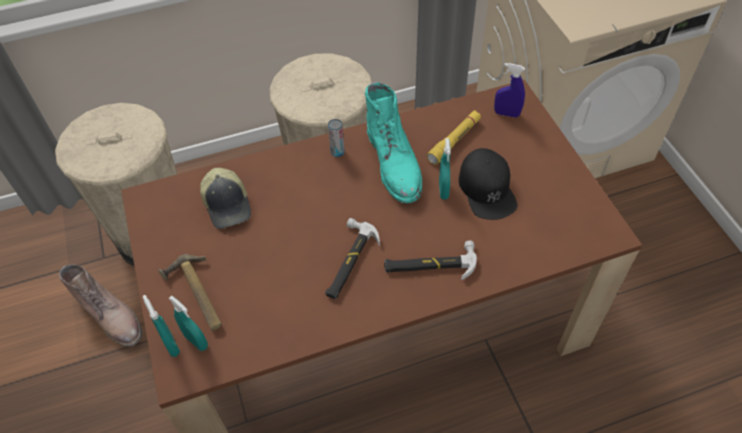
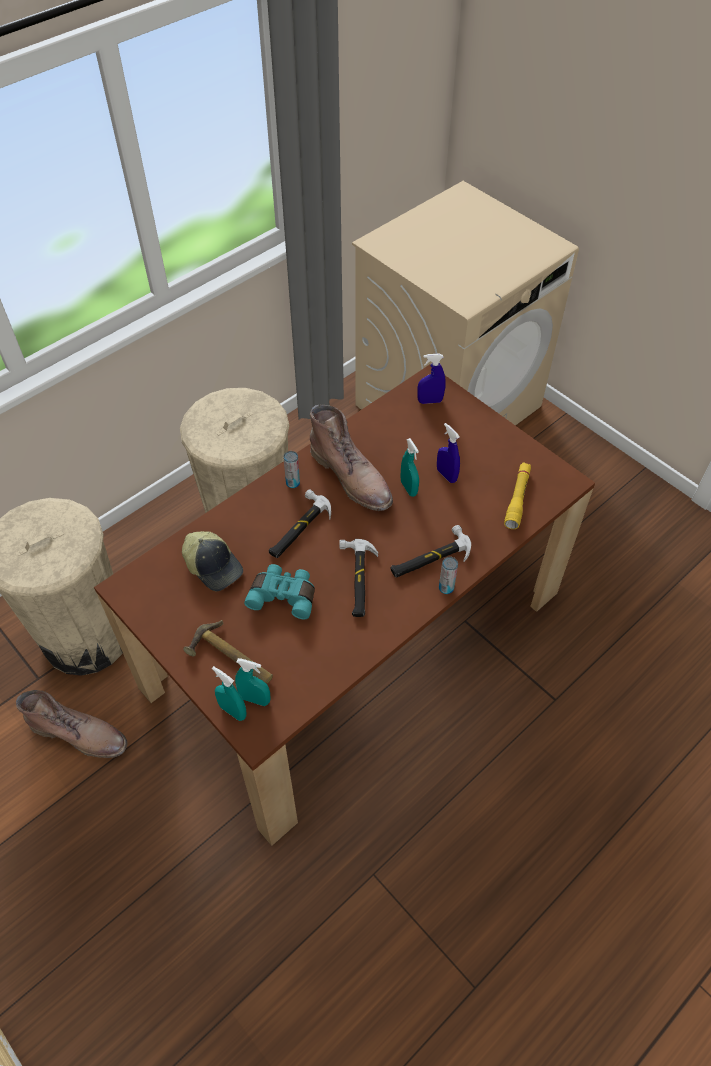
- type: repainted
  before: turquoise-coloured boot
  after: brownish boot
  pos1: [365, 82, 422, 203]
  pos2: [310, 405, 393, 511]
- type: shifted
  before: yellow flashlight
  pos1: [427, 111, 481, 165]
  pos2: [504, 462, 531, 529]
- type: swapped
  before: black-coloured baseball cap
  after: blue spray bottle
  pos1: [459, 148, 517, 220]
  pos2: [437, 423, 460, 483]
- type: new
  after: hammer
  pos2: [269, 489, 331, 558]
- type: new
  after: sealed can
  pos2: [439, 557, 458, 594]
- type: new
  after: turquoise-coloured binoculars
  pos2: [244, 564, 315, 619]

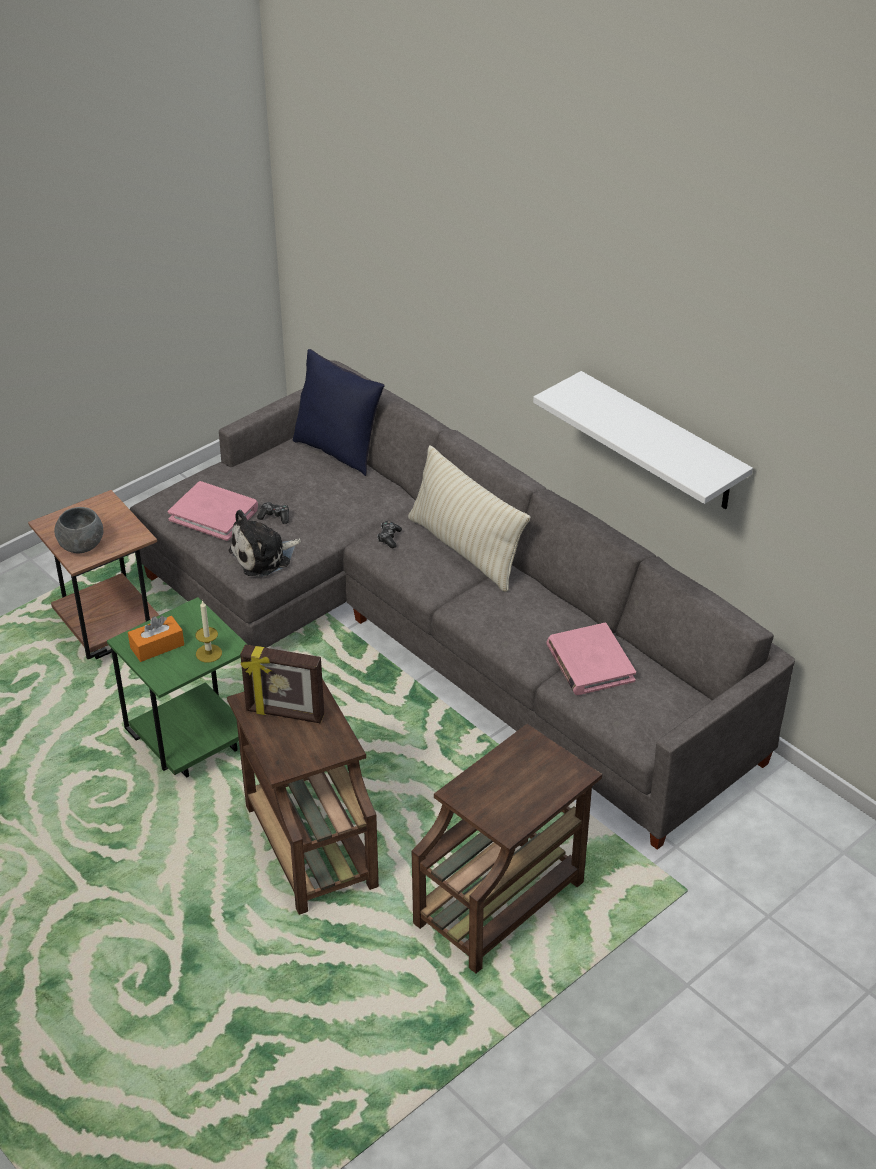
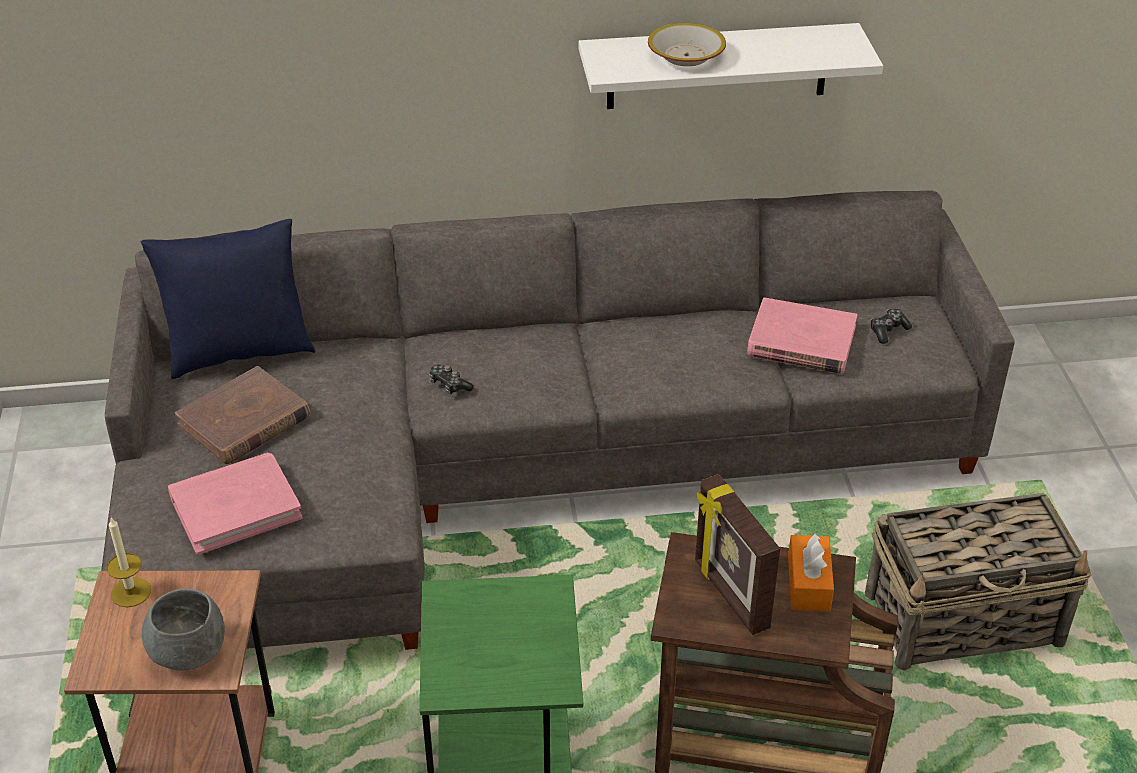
- type: gone
  before: beige-coloured pillow
  pos1: [408, 445, 530, 592]
- type: shifted
  before: game controller
  pos1: [257, 502, 289, 524]
  pos2: [870, 309, 912, 344]
- type: gone
  before: soft toy
  pos1: [228, 510, 301, 577]
- type: shifted
  before: candle
  pos1: [195, 600, 222, 663]
  pos2: [107, 517, 151, 607]
- type: shifted
  before: orangey tissue holder
  pos1: [128, 615, 184, 662]
  pos2: [788, 533, 834, 611]
- type: rotated
  before: photo frame
  pos1: [240, 644, 324, 723]
  pos2: [695, 474, 780, 635]
  turn: 105
- type: swapped
  before: brownish side table
  after: household basket
  pos1: [412, 724, 602, 973]
  pos2: [865, 493, 1091, 671]
- type: new
  after: bowl
  pos2: [648, 23, 726, 66]
- type: new
  after: brownish volume
  pos2: [175, 366, 311, 464]

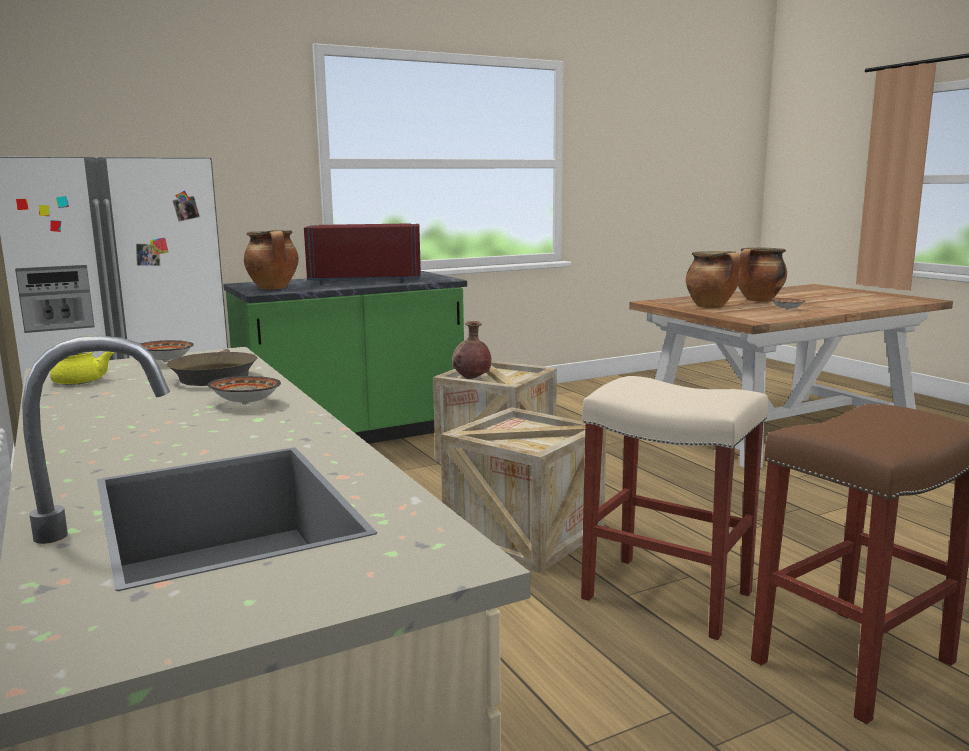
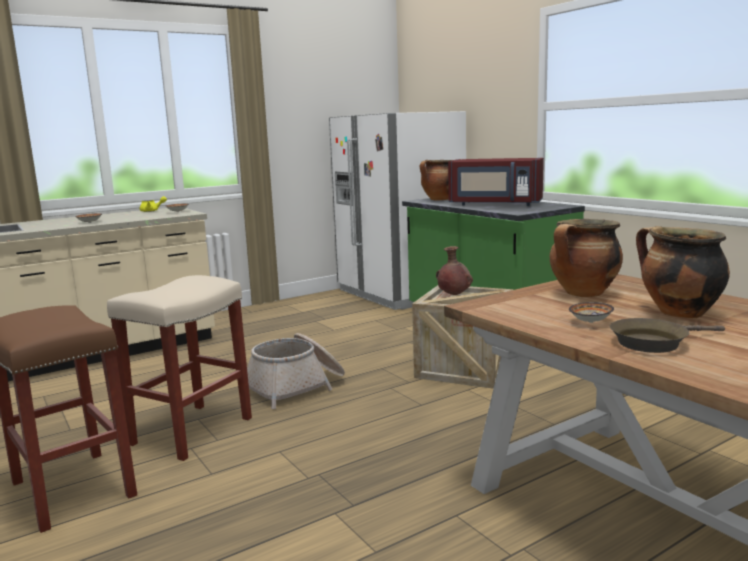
- type: rotated
  before: red-coloured microwave
  pos1: [304, 223, 421, 284]
  pos2: [448, 158, 544, 206]
  turn: 120
- type: shifted
  before: brownish frying pan
  pos1: [167, 349, 257, 386]
  pos2: [610, 318, 725, 353]
- type: swapped
  before: packing crate
  after: household basket
  pos1: [440, 407, 606, 573]
  pos2: [247, 333, 345, 409]

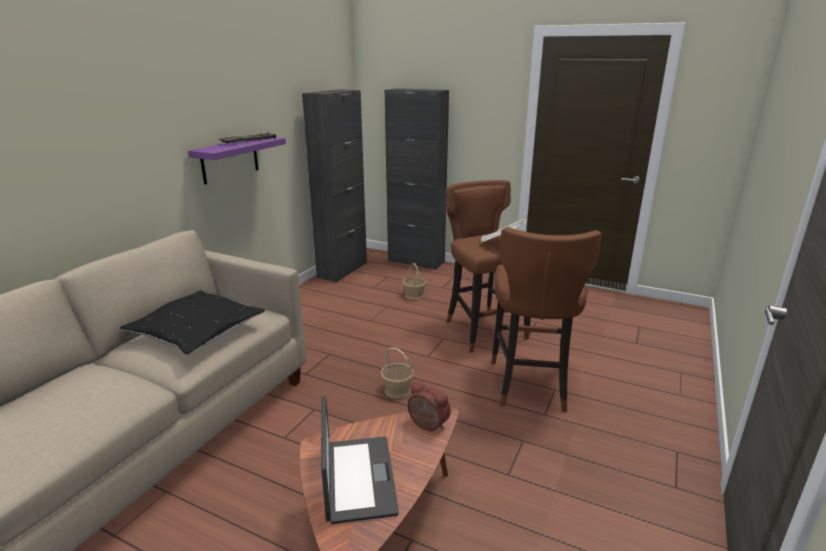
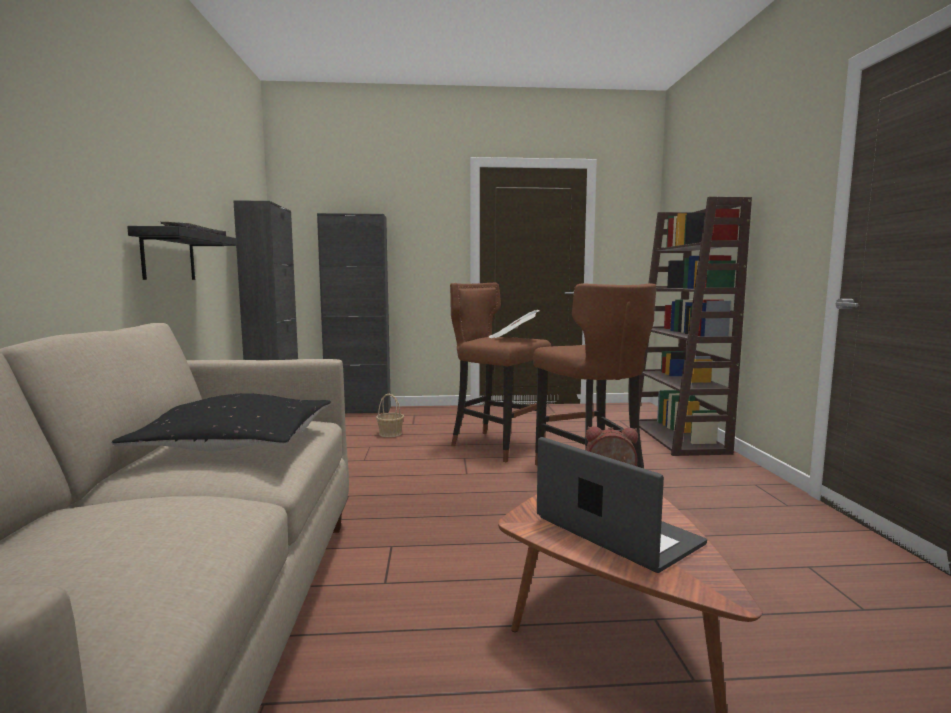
- type: repainted
  before: purple wall shelf
  after: black-coloured wall shelf
  pos1: [188, 137, 286, 184]
  pos2: [127, 226, 237, 280]
- type: gone
  before: household basket
  pos1: [381, 348, 414, 398]
- type: new
  after: brownish shelving unit
  pos2: [639, 197, 752, 456]

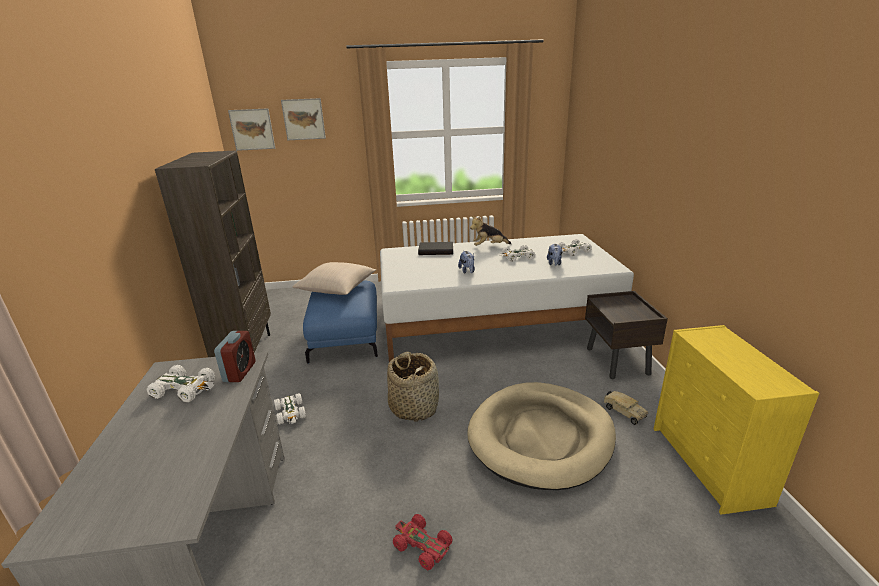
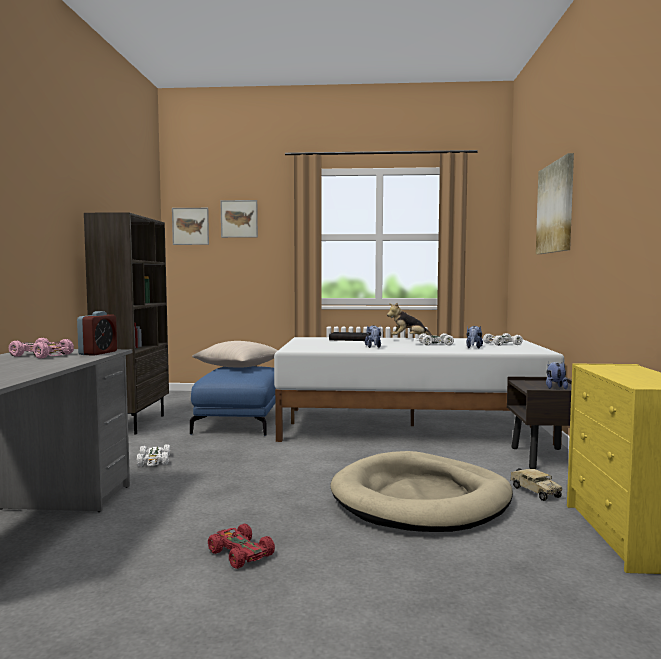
- type: gone
  before: household basket
  pos1: [387, 352, 439, 422]
- type: repainted
  before: white toy car
  after: pink toy car
  pos1: [147, 365, 215, 402]
  pos2: [9, 338, 74, 359]
- type: new
  after: wall picture
  pos2: [536, 153, 574, 254]
- type: new
  after: soft toy
  pos2: [546, 361, 568, 389]

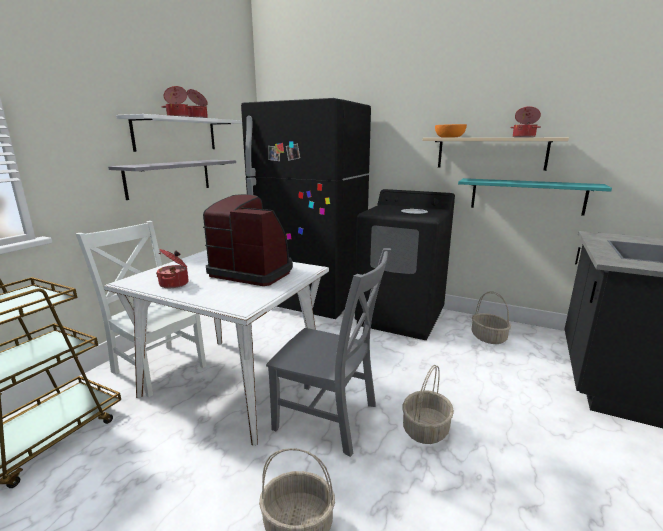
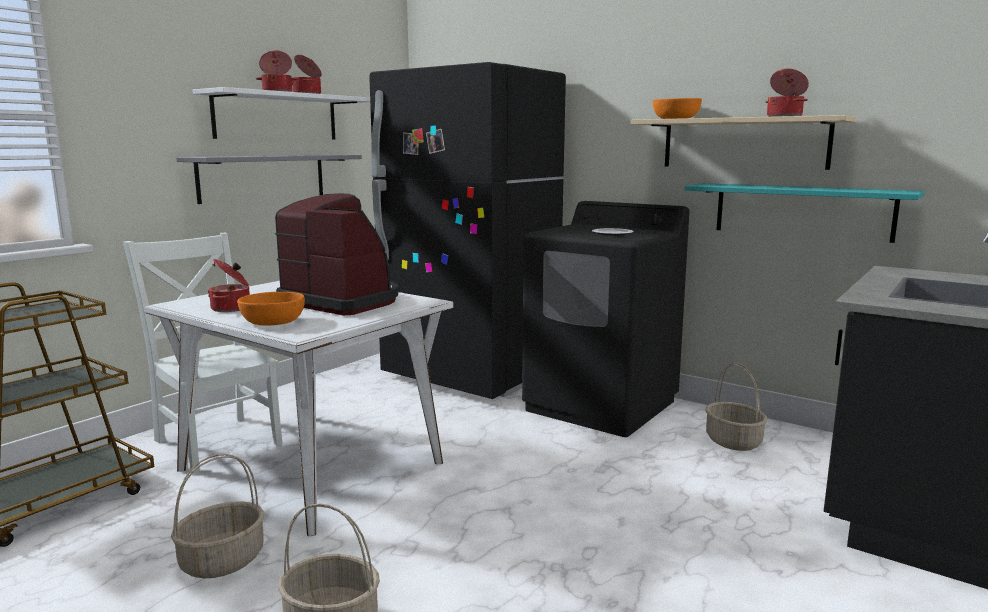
- type: gone
  before: greyish plain chair
  pos1: [266, 248, 391, 457]
- type: shifted
  before: household basket
  pos1: [402, 365, 454, 444]
  pos2: [171, 454, 264, 578]
- type: new
  after: orangey bowl
  pos2: [237, 292, 305, 326]

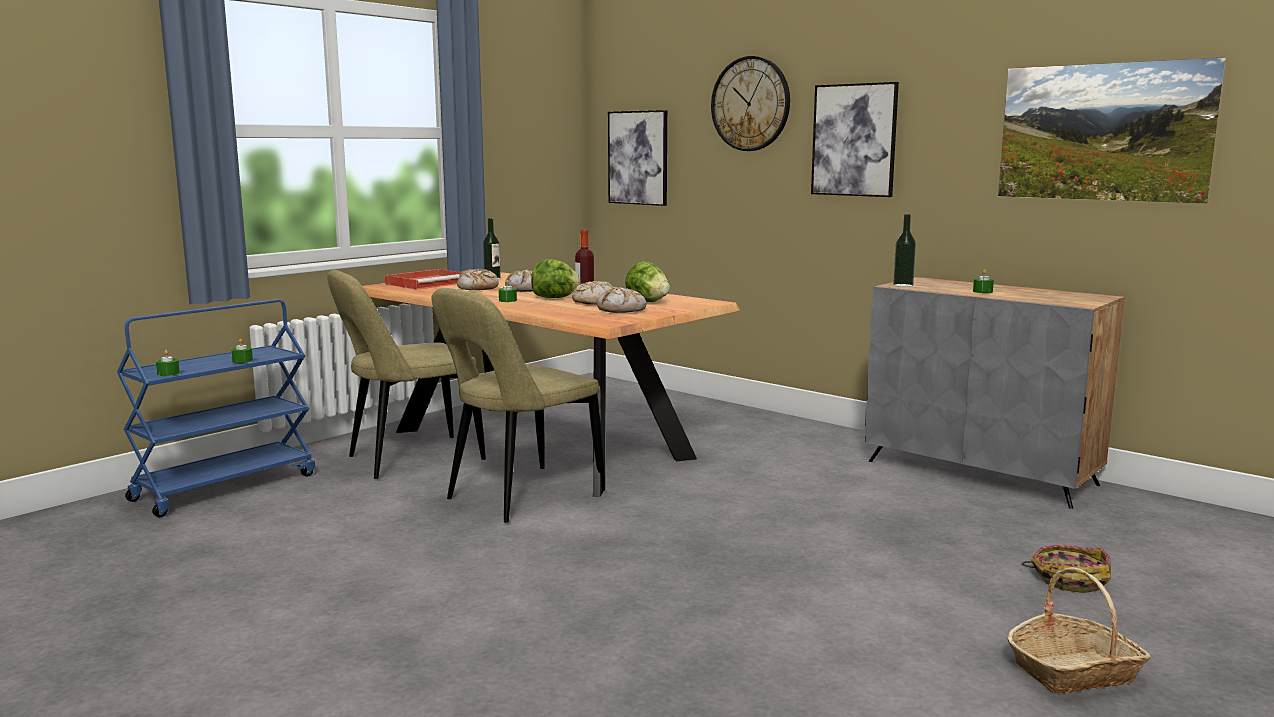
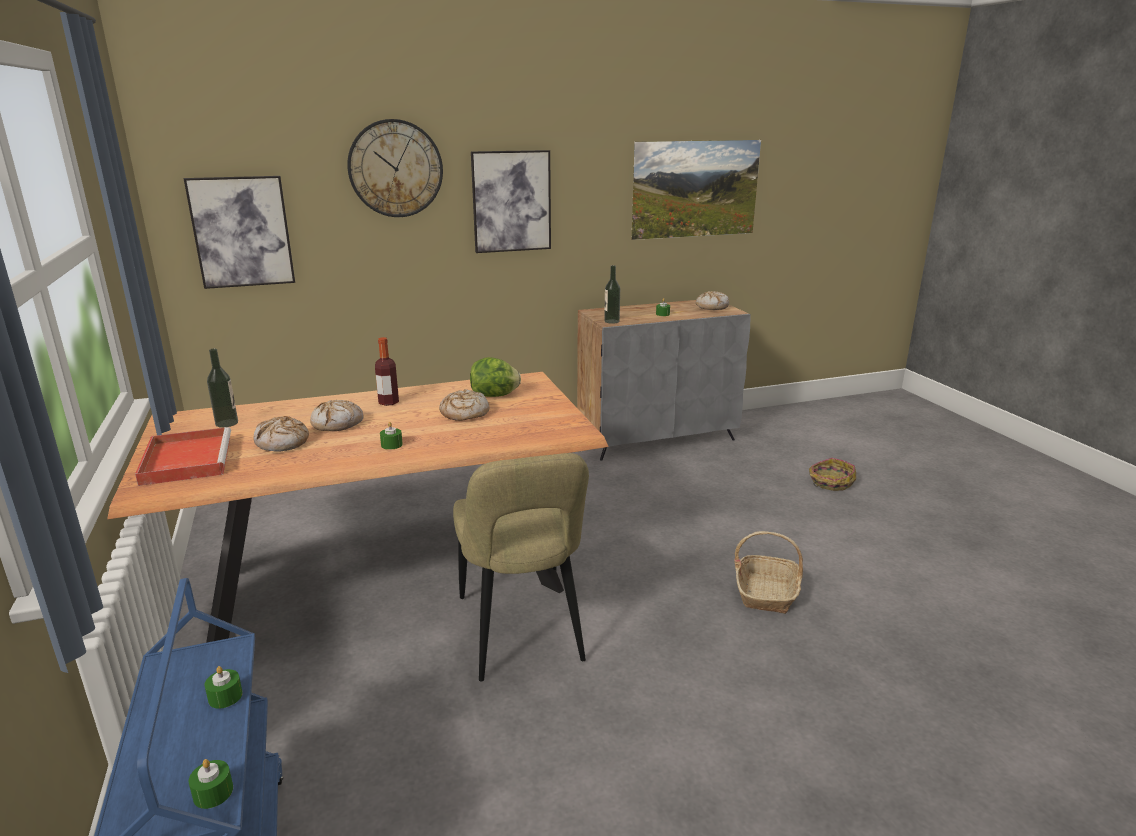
- type: gone
  before: head of lettuce
  pos1: [531, 259, 581, 298]
- type: gone
  before: beige-coloured plain chair
  pos1: [327, 270, 486, 479]
- type: shifted
  before: bread
  pos1: [597, 287, 646, 313]
  pos2: [696, 291, 729, 310]
- type: shifted
  before: household basket
  pos1: [1007, 567, 1151, 693]
  pos2: [734, 531, 803, 614]

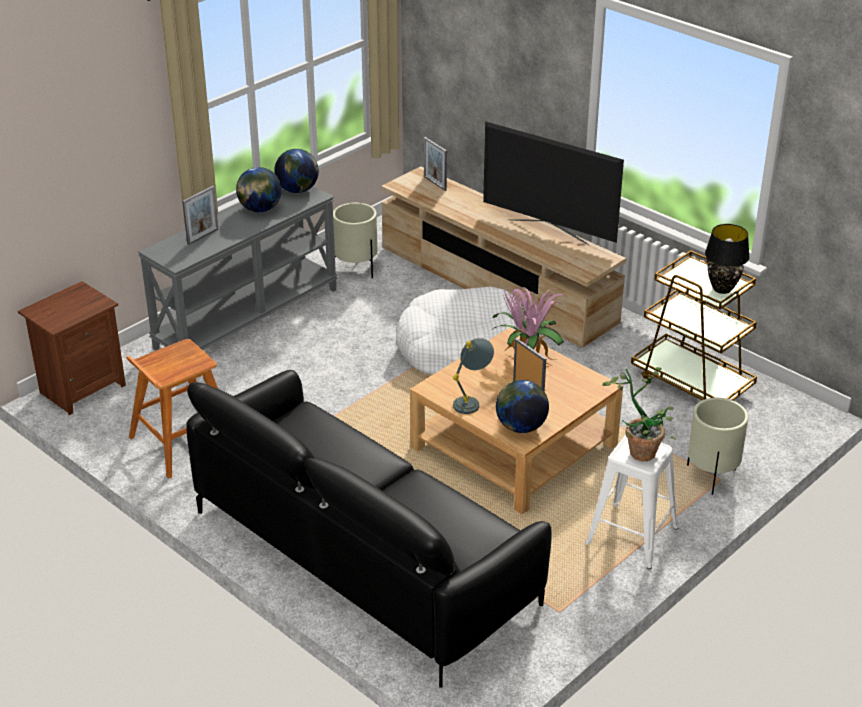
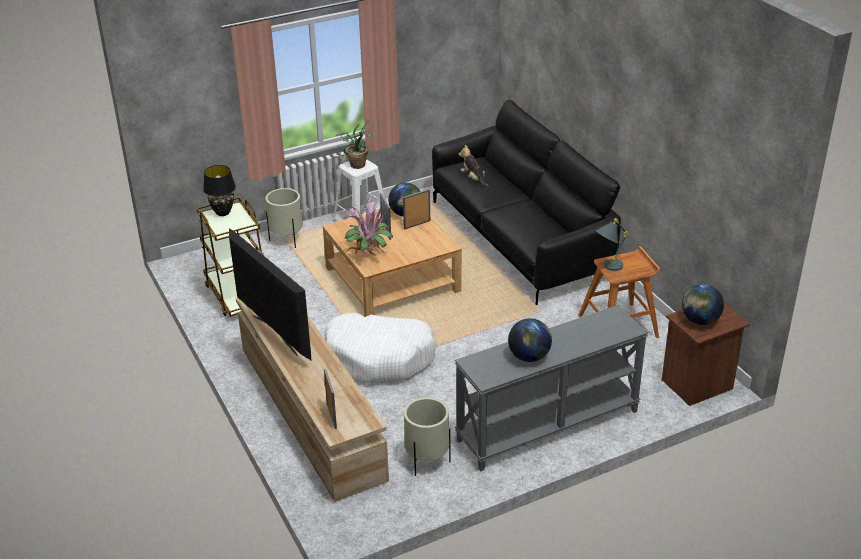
- type: shifted
  before: globe
  pos1: [274, 149, 319, 193]
  pos2: [682, 284, 724, 325]
- type: shifted
  before: photo frame
  pos1: [182, 186, 218, 245]
  pos2: [403, 189, 430, 230]
- type: shifted
  before: greyish table lamp
  pos1: [453, 338, 494, 414]
  pos2: [595, 218, 629, 271]
- type: new
  after: soft toy
  pos2: [459, 145, 489, 188]

